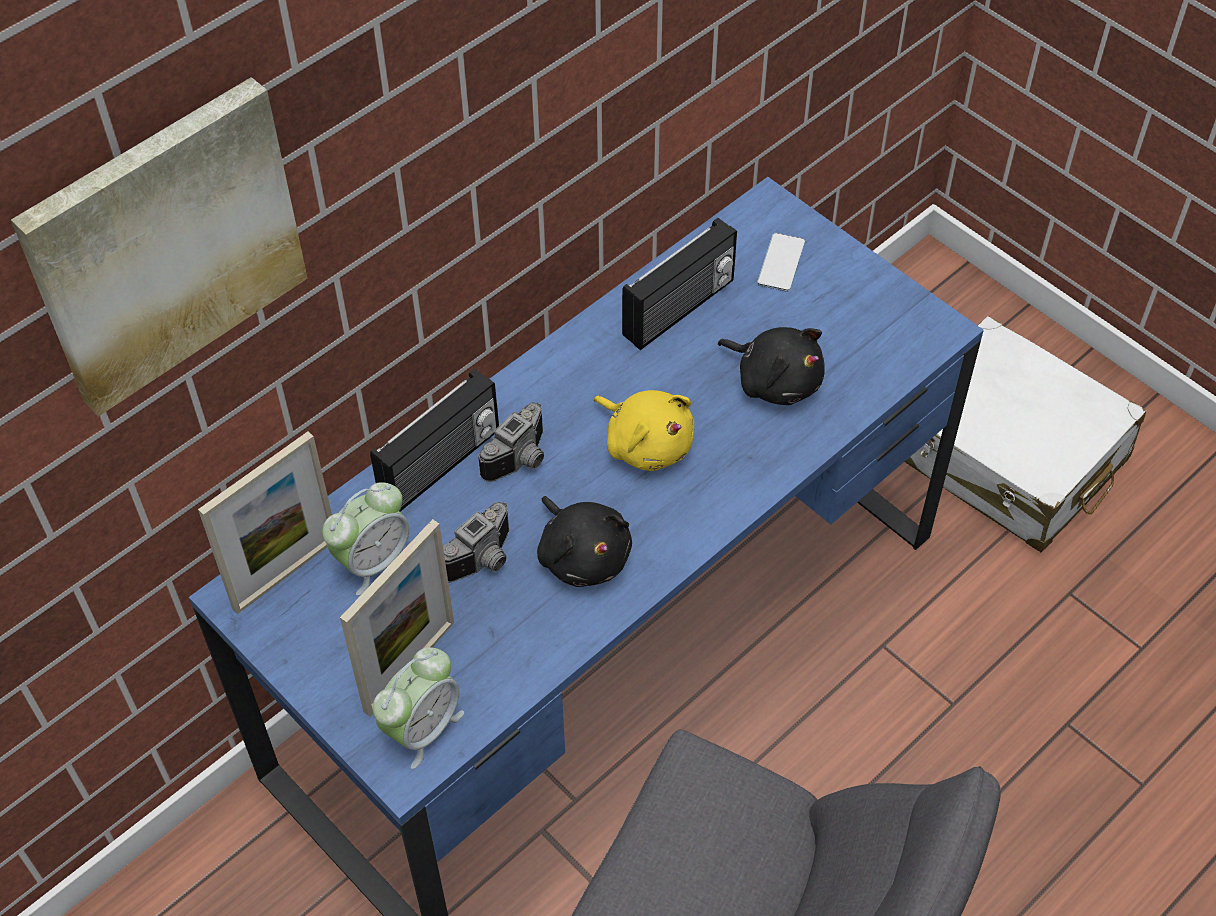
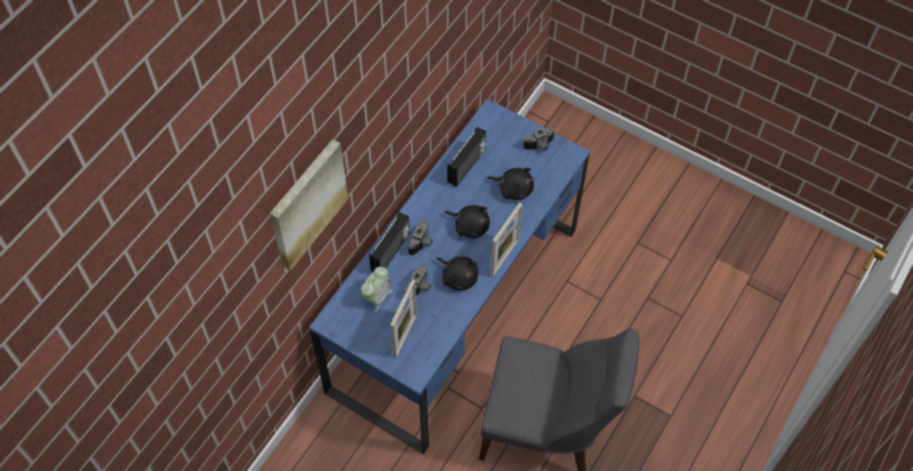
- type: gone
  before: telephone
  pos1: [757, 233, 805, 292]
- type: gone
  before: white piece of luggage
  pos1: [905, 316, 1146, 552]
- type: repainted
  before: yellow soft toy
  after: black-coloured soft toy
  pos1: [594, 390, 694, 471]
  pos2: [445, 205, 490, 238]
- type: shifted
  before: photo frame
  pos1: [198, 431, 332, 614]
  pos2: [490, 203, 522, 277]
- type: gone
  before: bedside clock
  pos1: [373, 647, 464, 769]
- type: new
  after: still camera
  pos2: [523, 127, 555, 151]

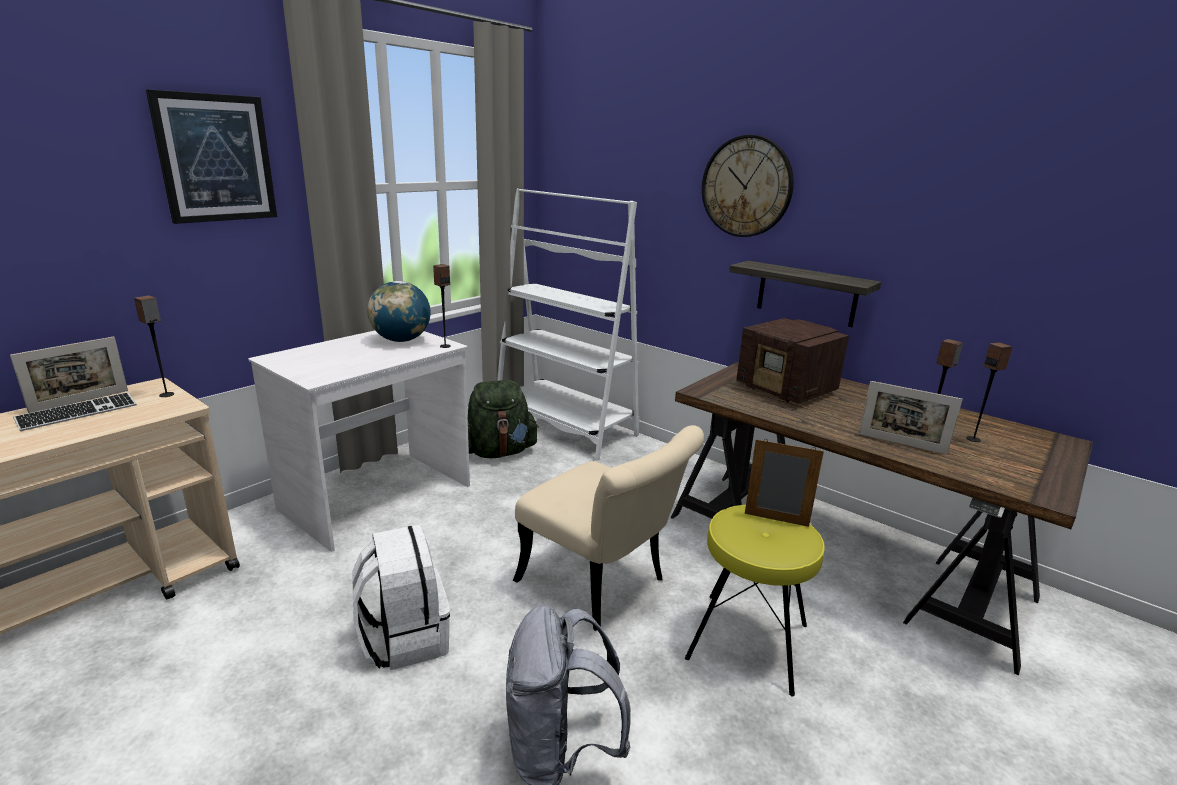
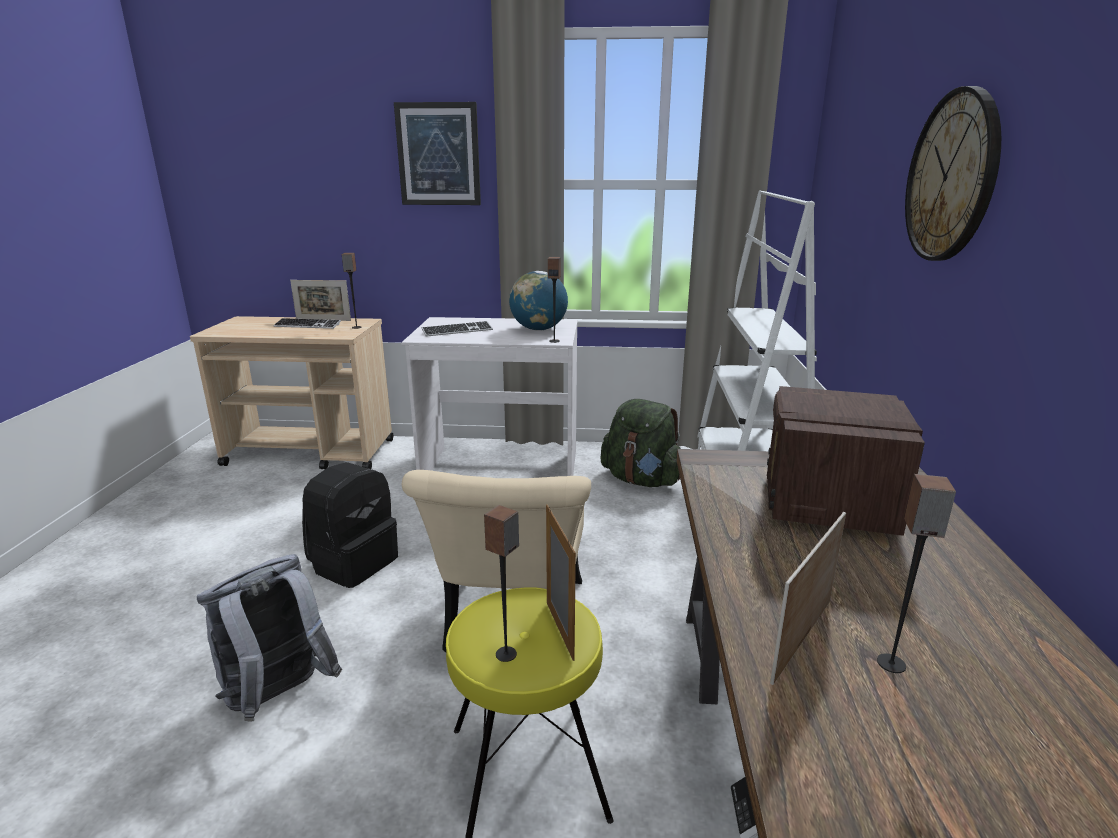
- type: gone
  before: wall shelf
  pos1: [729, 261, 881, 327]
- type: shifted
  before: speaker
  pos1: [966, 342, 1013, 442]
  pos2: [484, 505, 519, 662]
- type: rotated
  before: photo frame
  pos1: [859, 381, 963, 454]
  pos2: [770, 512, 846, 685]
  turn: 45
- type: repainted
  before: white knapsack
  after: black-coloured knapsack
  pos1: [352, 525, 450, 671]
  pos2: [302, 462, 398, 588]
- type: new
  after: keyboard
  pos2: [421, 321, 493, 337]

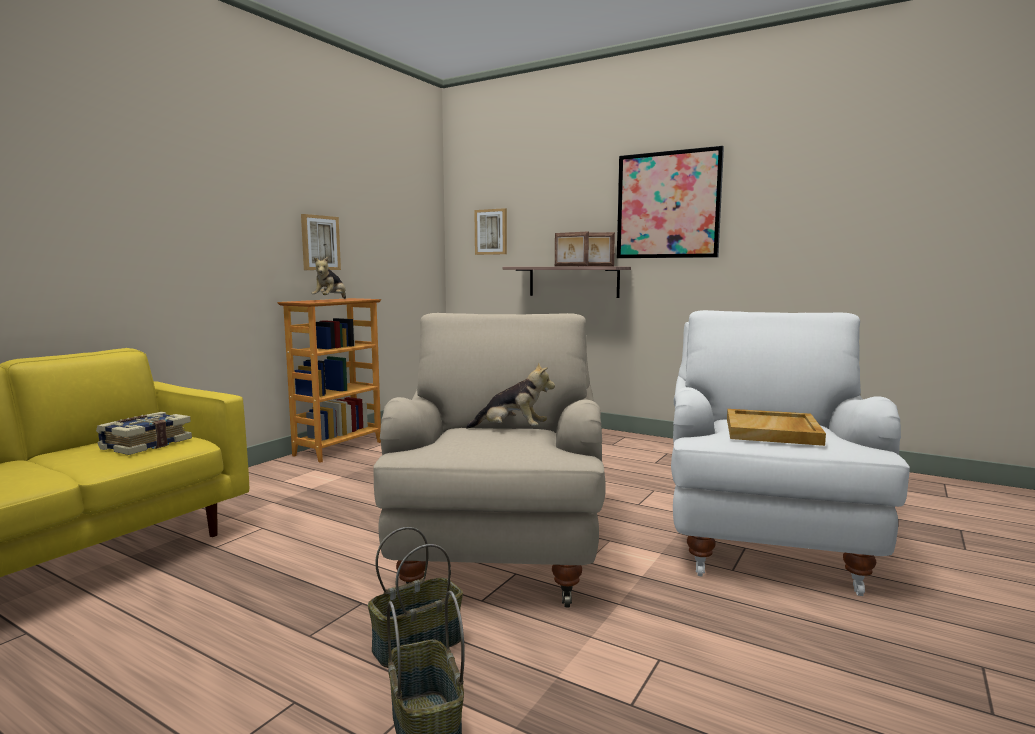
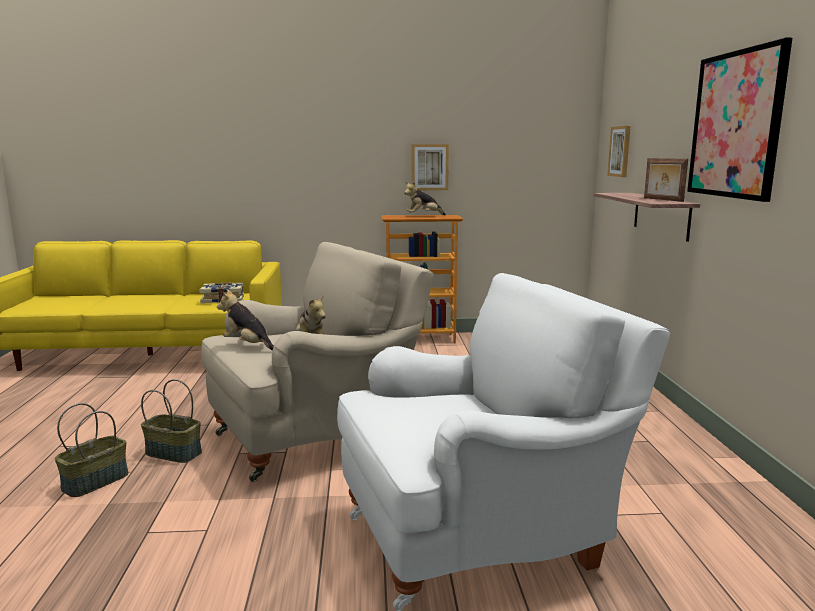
- type: gone
  before: photo frame
  pos1: [555, 231, 589, 266]
- type: gone
  before: beige-coloured tray
  pos1: [727, 409, 826, 446]
- type: new
  after: soft toy
  pos2: [217, 289, 274, 351]

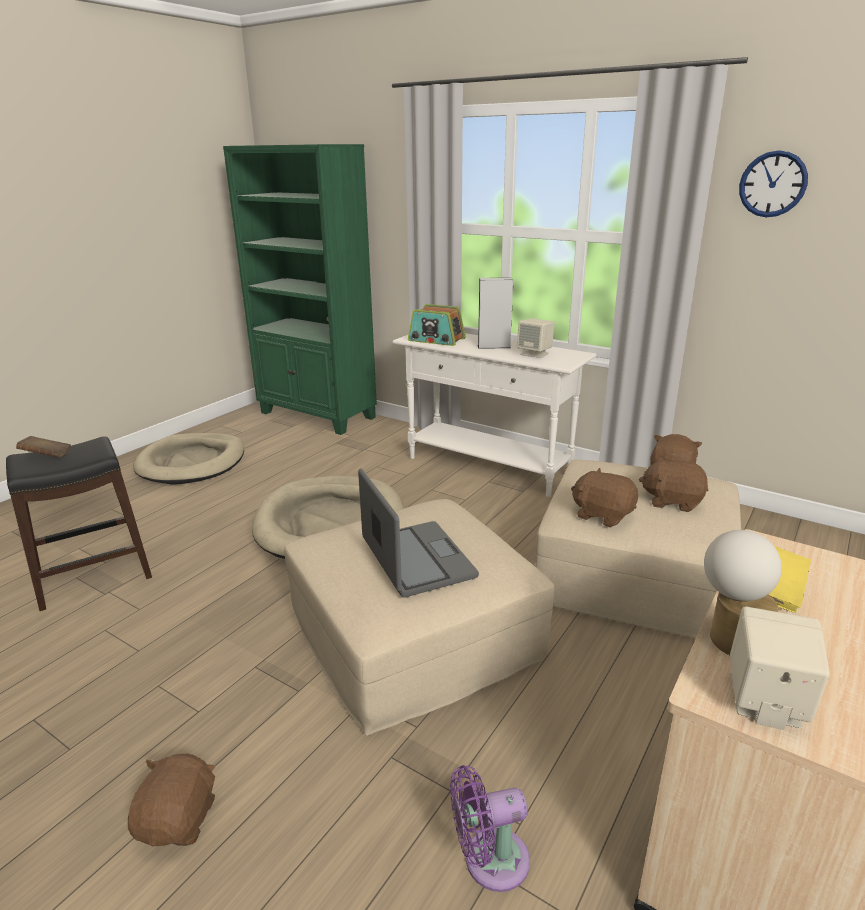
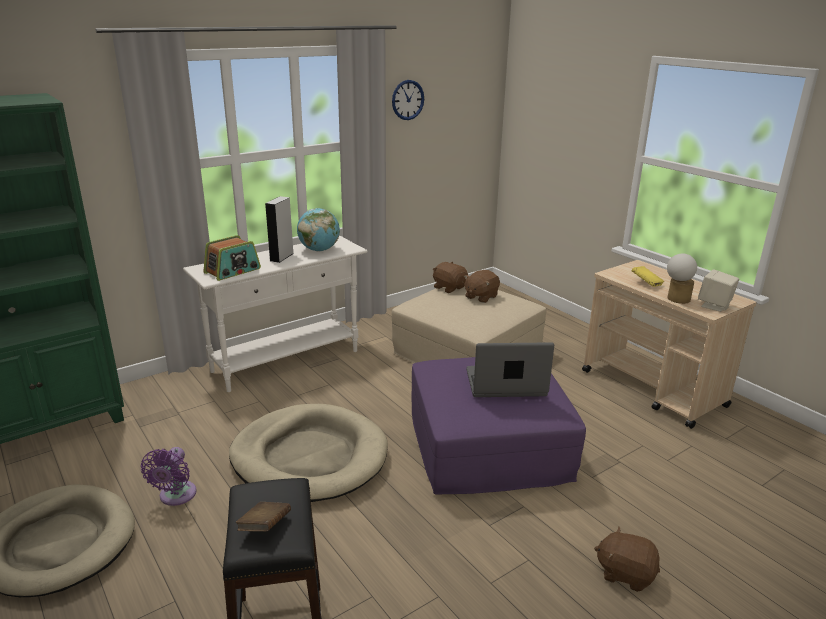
- type: swapped
  before: beige-coloured speaker
  after: globe
  pos1: [517, 318, 555, 358]
  pos2: [297, 208, 340, 251]
- type: gone
  before: brownish soft toy
  pos1: [571, 468, 638, 527]
- type: repainted
  before: beige-coloured footrest
  after: purple footrest
  pos1: [284, 499, 555, 736]
  pos2: [411, 357, 586, 495]
- type: shifted
  before: purple fan
  pos1: [450, 765, 530, 892]
  pos2: [141, 447, 197, 506]

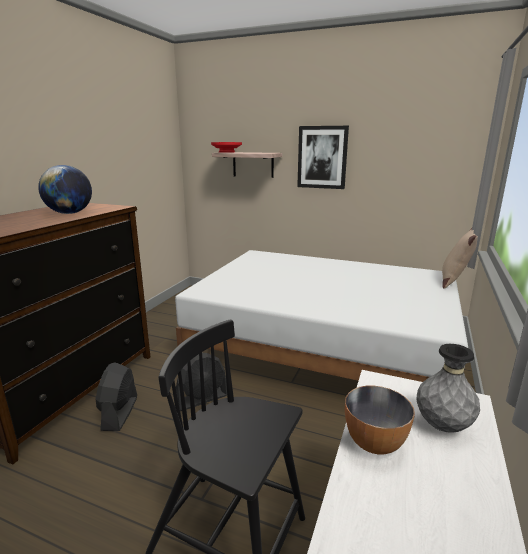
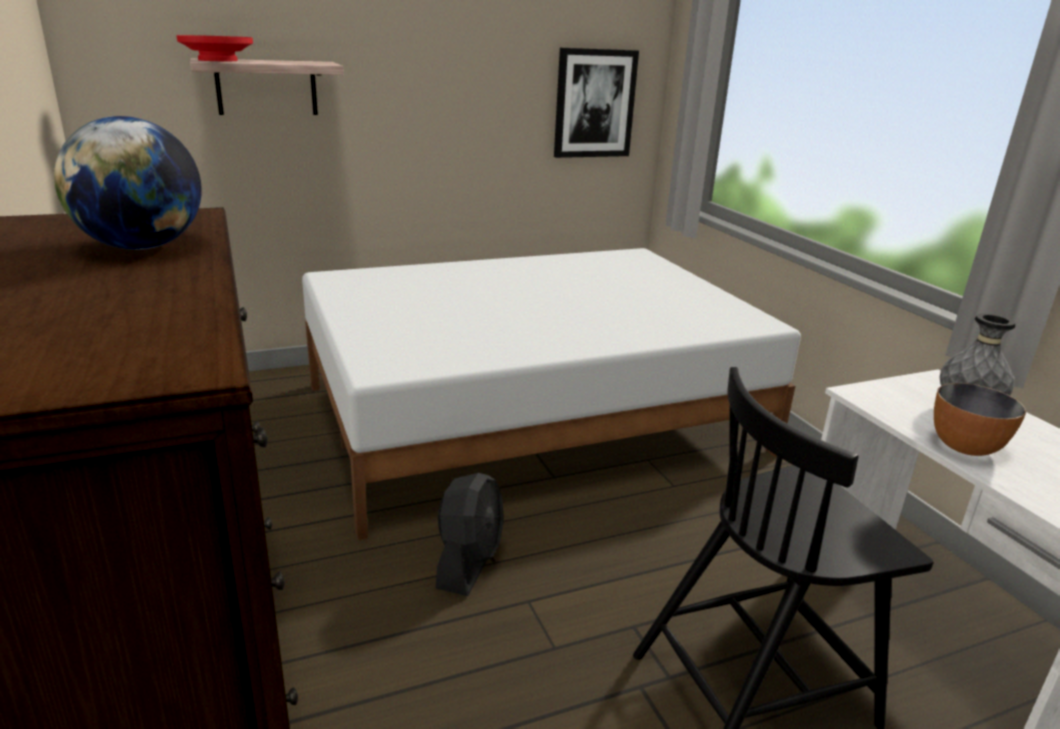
- type: shifted
  before: wall picture
  pos1: [297, 126, 349, 189]
  pos2: [554, 48, 639, 158]
- type: gone
  before: beige-coloured pillow
  pos1: [442, 228, 478, 289]
- type: gone
  before: black-coloured fan
  pos1: [96, 362, 137, 431]

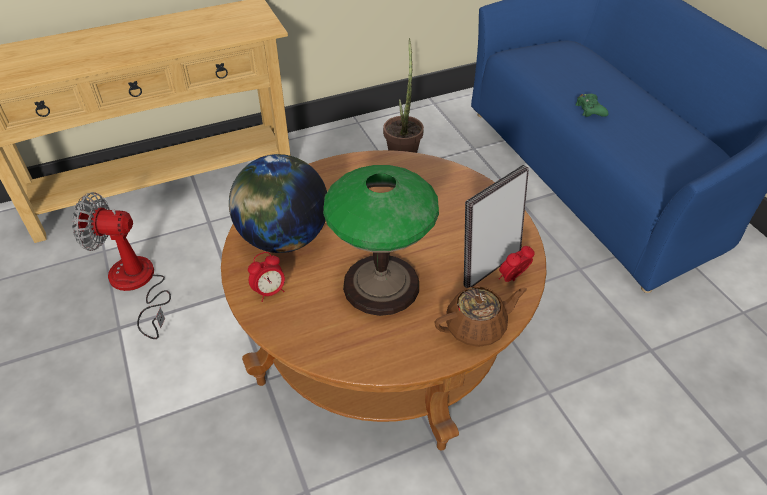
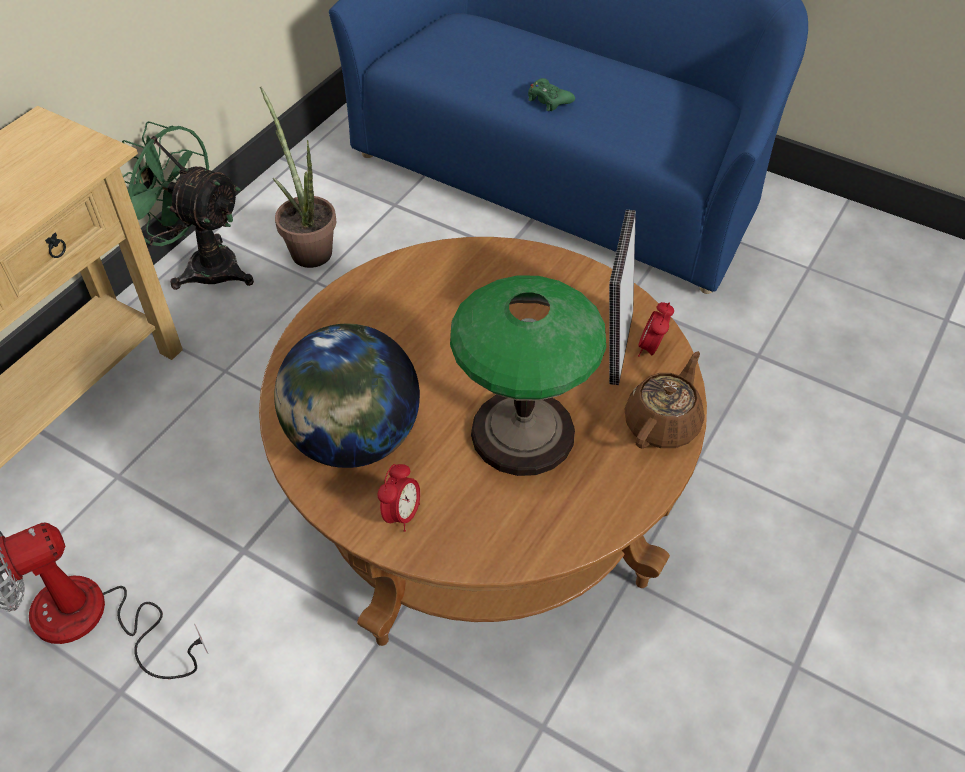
- type: new
  after: green fan
  pos2: [122, 121, 254, 290]

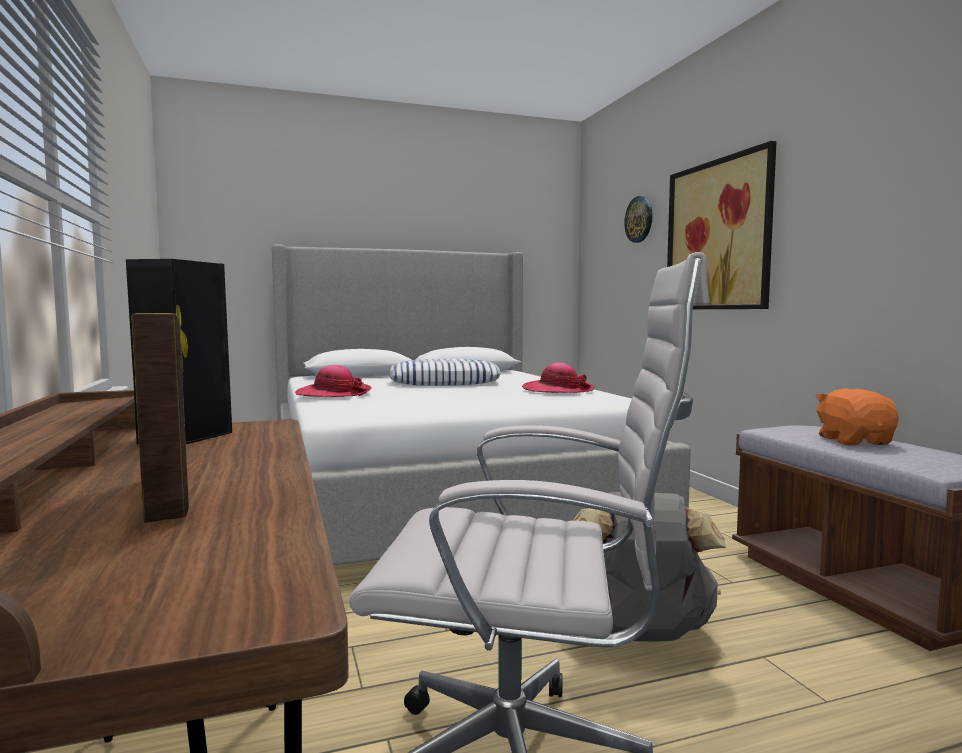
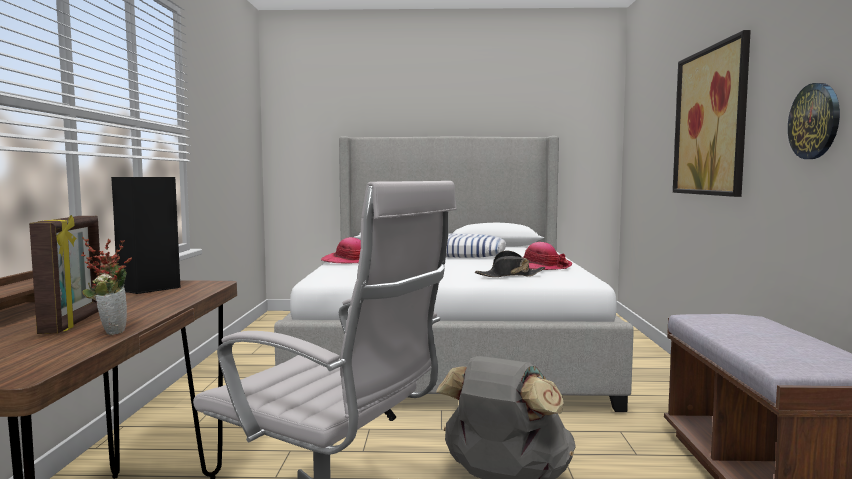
- type: shifted
  before: wall clock
  pos1: [624, 196, 653, 243]
  pos2: [788, 83, 840, 159]
- type: gone
  before: orangey soft toy
  pos1: [815, 388, 899, 445]
- type: new
  after: plant in a pot
  pos2: [81, 237, 132, 335]
- type: new
  after: black-coloured wearable hat
  pos2: [475, 250, 545, 277]

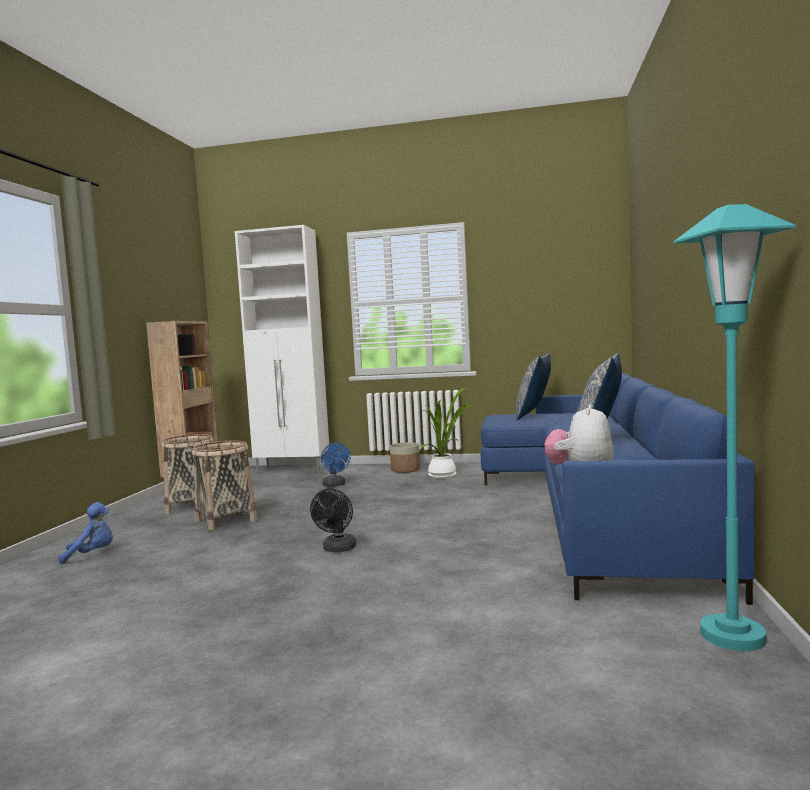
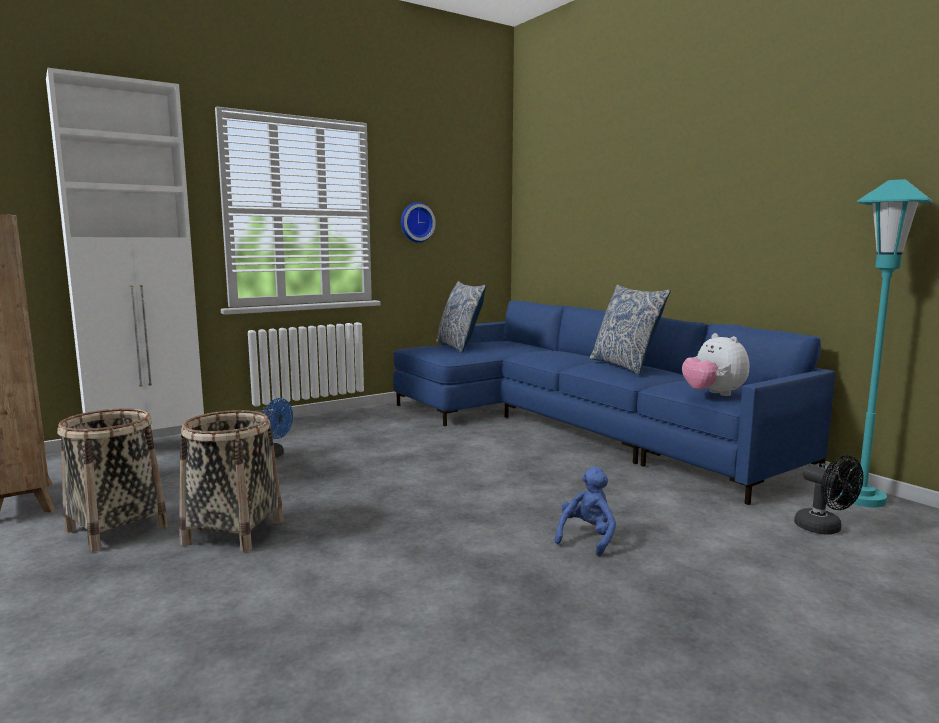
- type: gone
  before: plant in a pot
  pos1: [419, 387, 471, 479]
- type: gone
  before: planter
  pos1: [390, 442, 420, 473]
- type: shifted
  before: black-coloured fan
  pos1: [310, 489, 356, 552]
  pos2: [794, 455, 863, 534]
- type: shifted
  before: blue soft toy
  pos1: [58, 502, 113, 564]
  pos2: [554, 466, 616, 556]
- type: new
  after: wall clock
  pos2: [401, 202, 436, 243]

